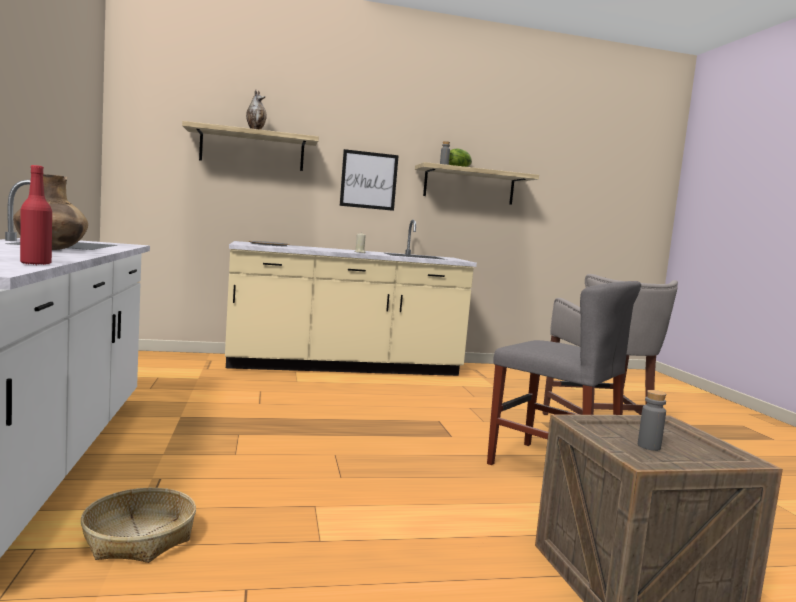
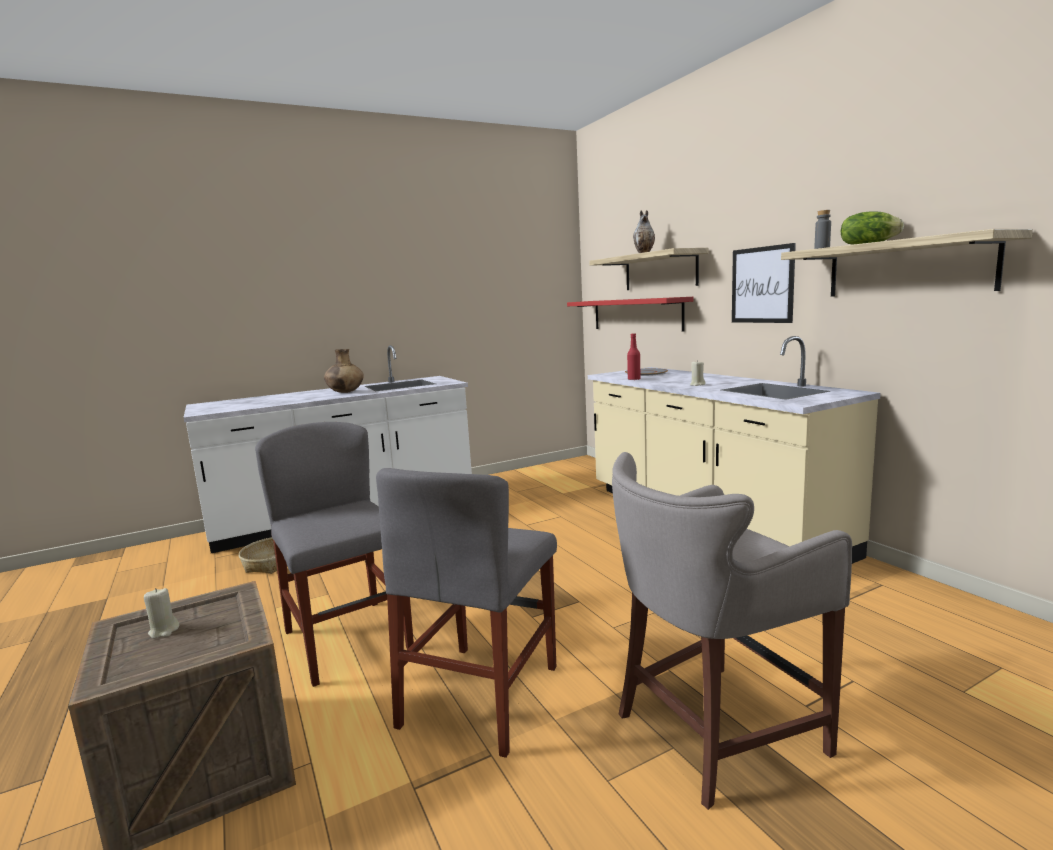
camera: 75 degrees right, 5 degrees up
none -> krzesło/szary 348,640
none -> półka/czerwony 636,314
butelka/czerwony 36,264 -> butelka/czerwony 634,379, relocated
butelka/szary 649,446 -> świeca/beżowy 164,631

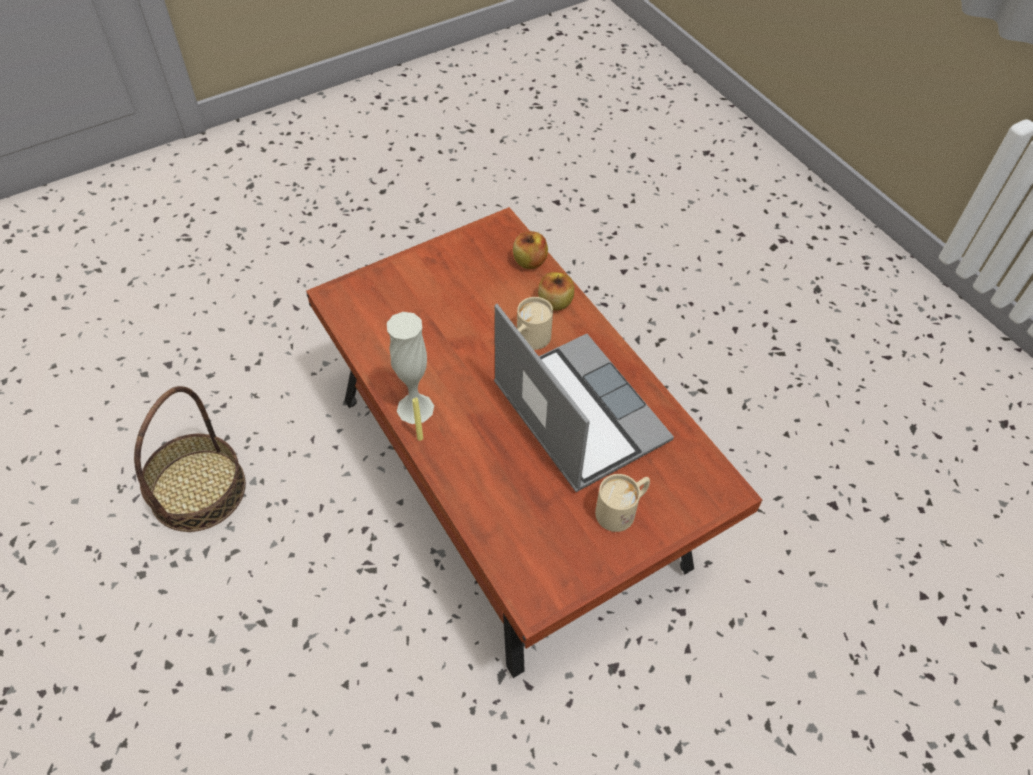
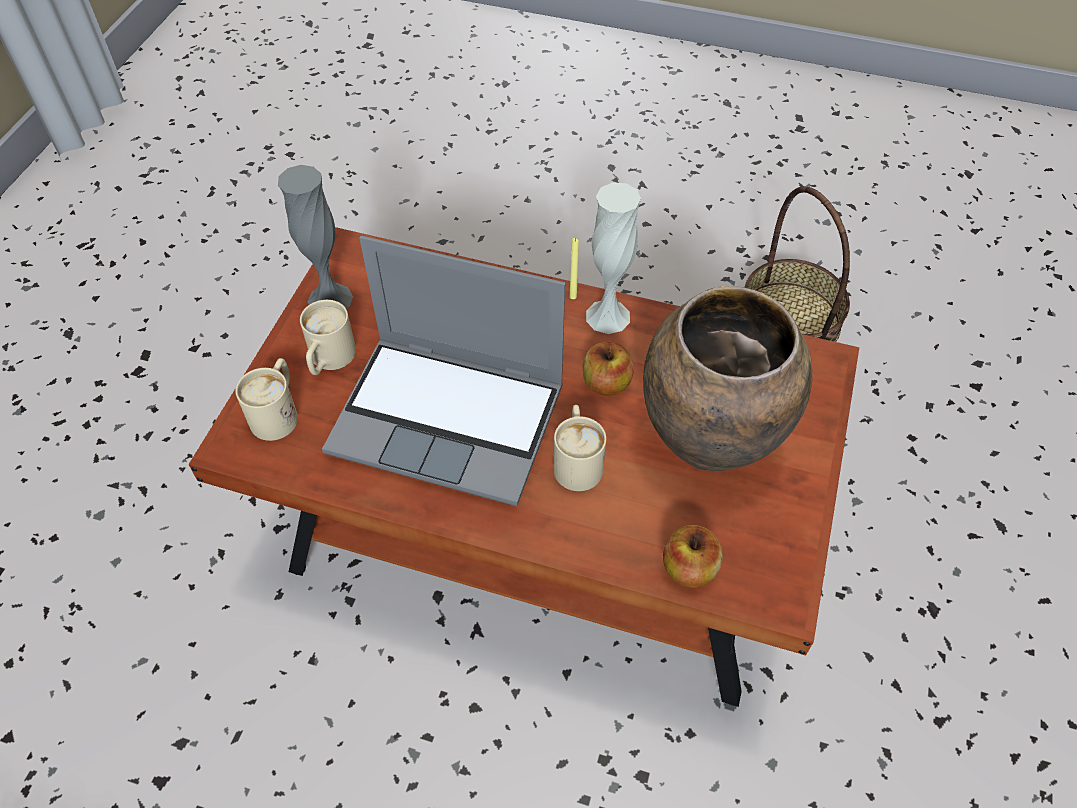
camera: 140 degrees right, 0 degrees up
none -> kubek/beżowy 278,412
none -> wazon/szary 330,299
none -> wazon/brązowy 710,440
jabłko 555,302 -> jabłko 606,383, relocated

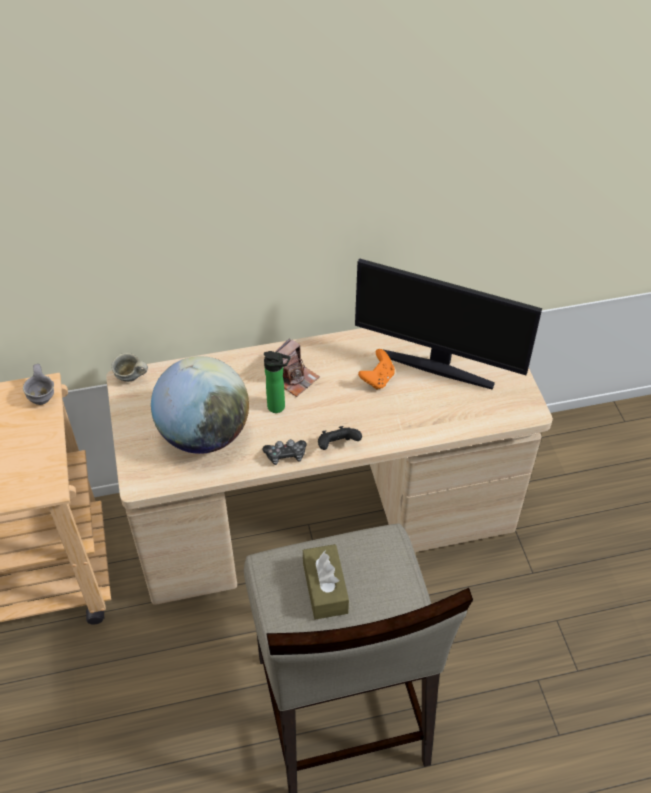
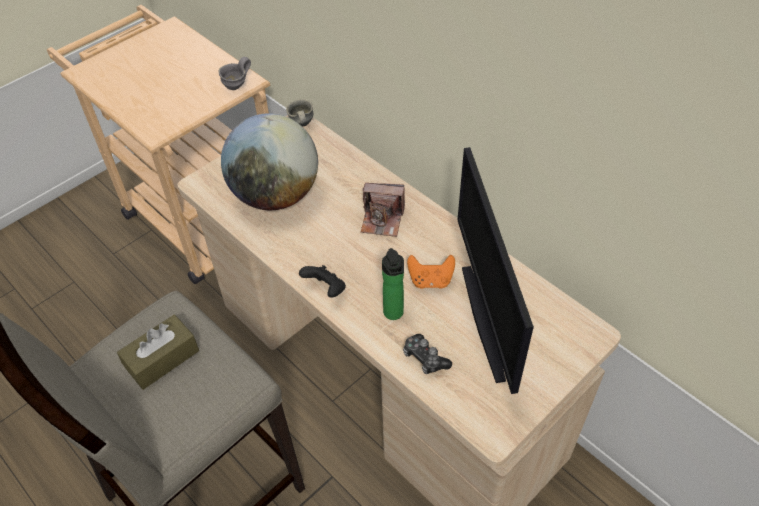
camera: 60 degrees right, 0 degrees up
pad do gier 285,455 -> pad do gier 425,358, relocated
butelka 279,407 -> butelka 394,315, relocated

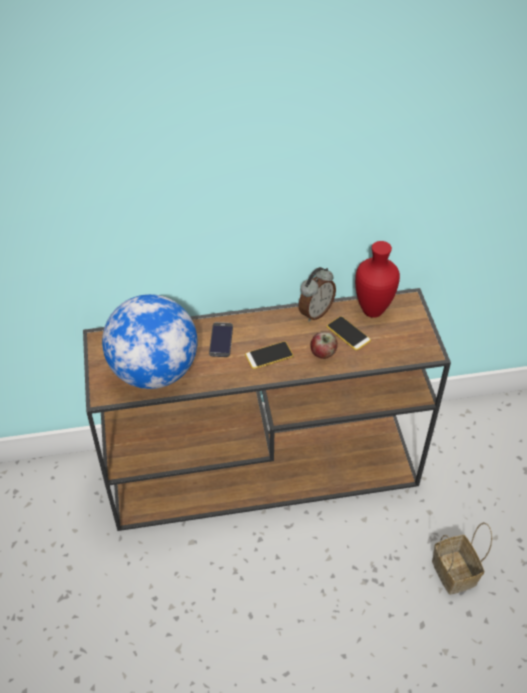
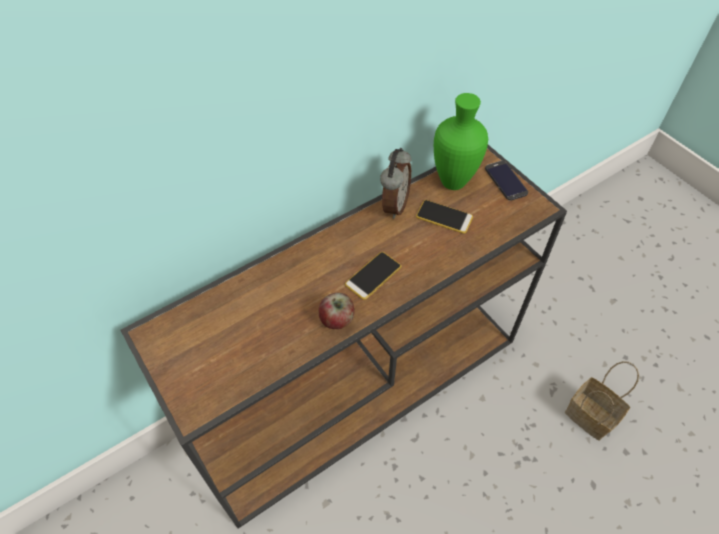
camera: 25 degrees left, 5 degrees up
globus 154,371 -> none
telefon 221,340 -> telefon 506,180, relocated
jabłko 323,353 -> jabłko 337,320, relocated
wazon/czerwony 372,310 -> wazon/zielony 452,181

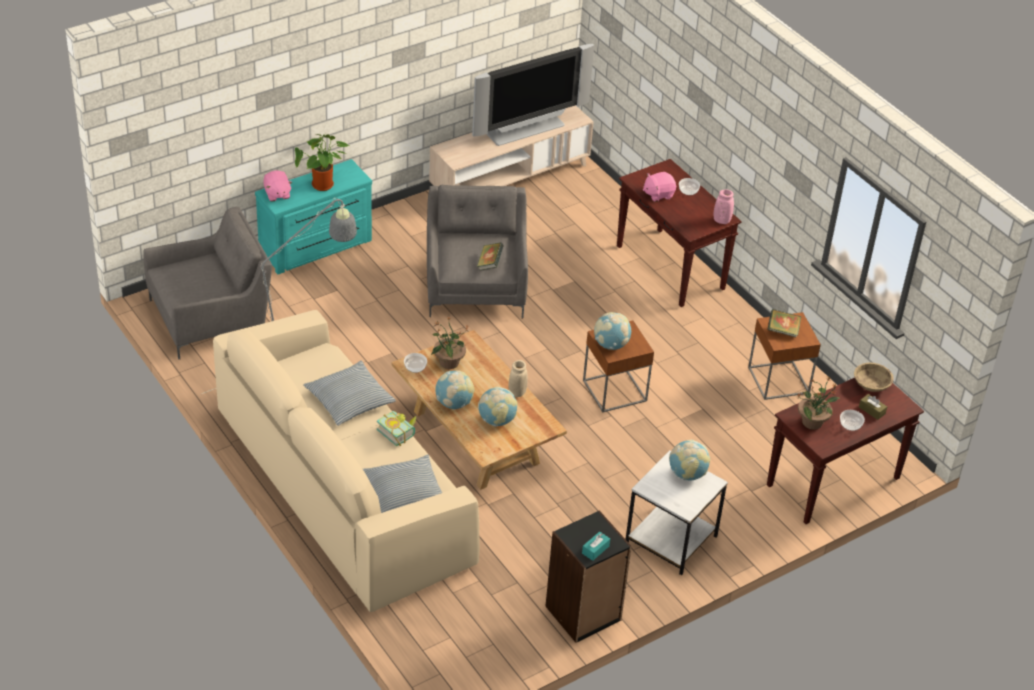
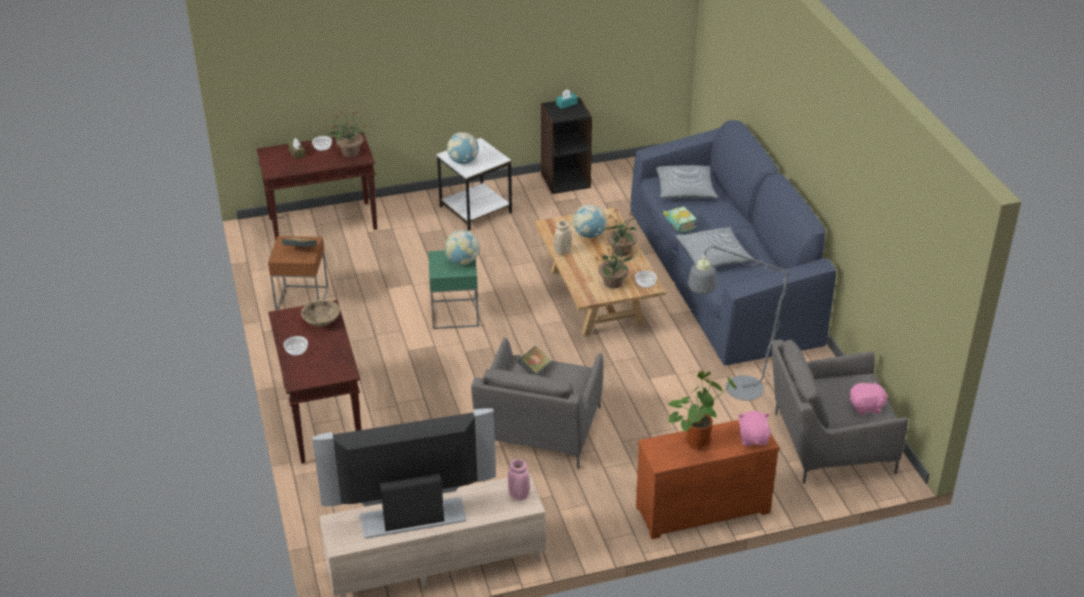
camera: 160 degrees left, 5 degrees down
pluszak/różowy 658,194 -> pluszak/różowy 866,407, relocated
wazon/różowy 722,220 -> wazon/różowy 519,495, relocated
miska/beżowy 871,385 -> miska/beżowy 321,321, relocated
globus 454,403 -> roślina doniczkowa 621,251
kanapa/beżowy 343,487 -> kanapa/niebieski 722,278
komoda/turkusowy 317,247 -> komoda/brązowy 701,507
stolik/brązowy 614,390 -> stolik/zielony 455,314

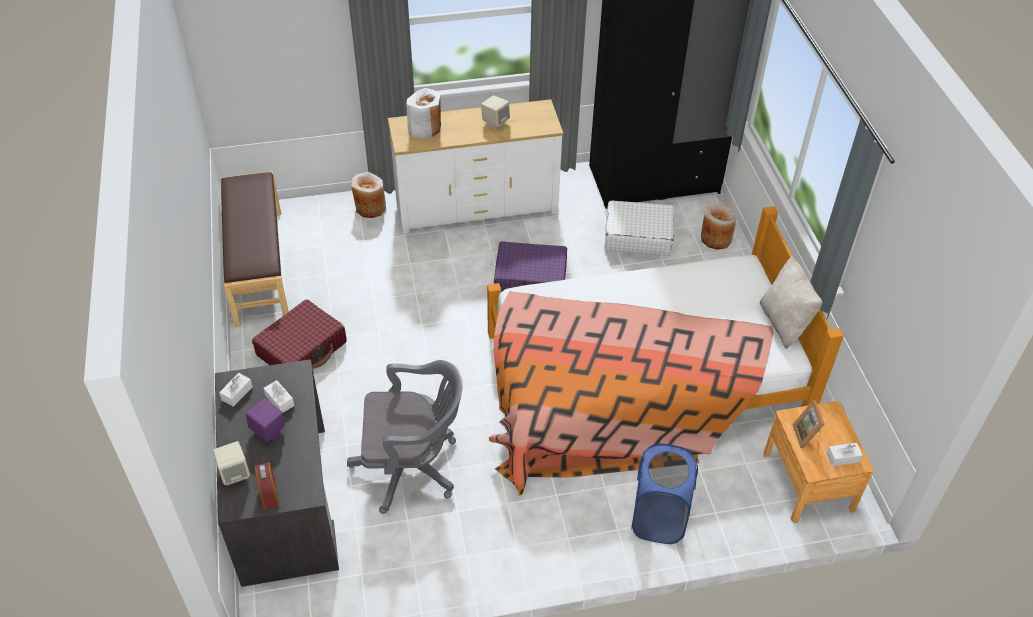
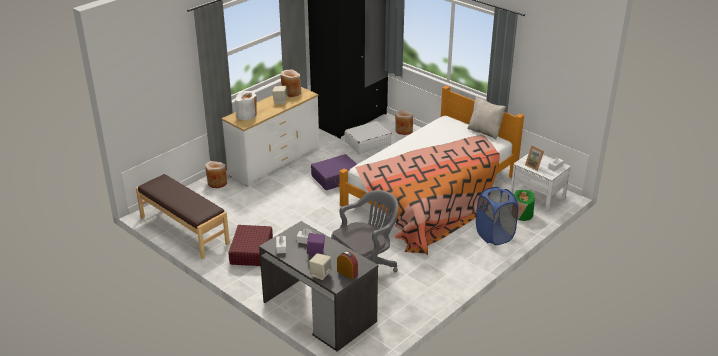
camera: 35 degrees left, 15 degrees down
none -> wazon/beżowy 291,92
none -> wazon/zielony 521,214
szafka nocna/brązowy 808,481 -> szafka nocna/biały 537,196

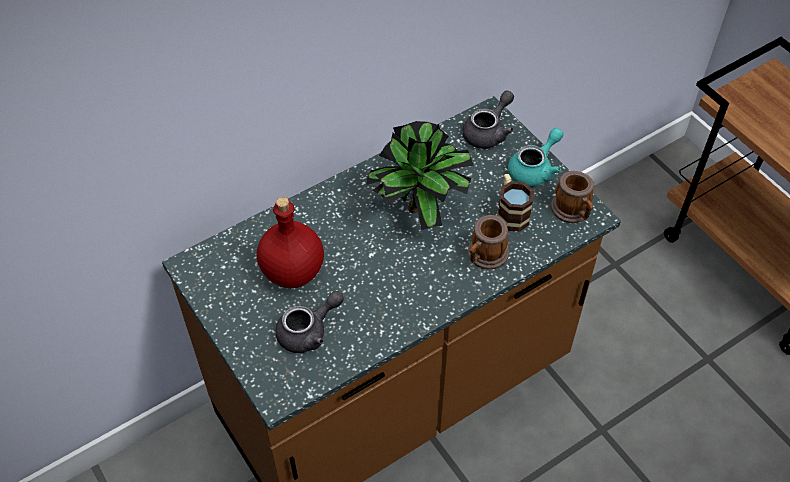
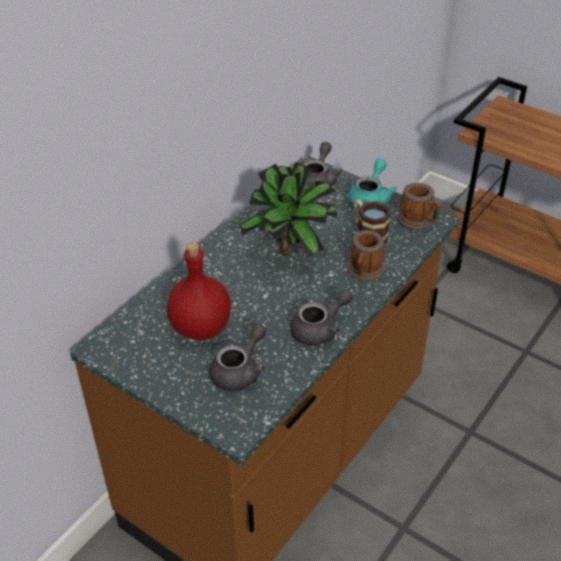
camera: 20 degrees left, 10 degrees down
none -> imbryk/szary 320,329

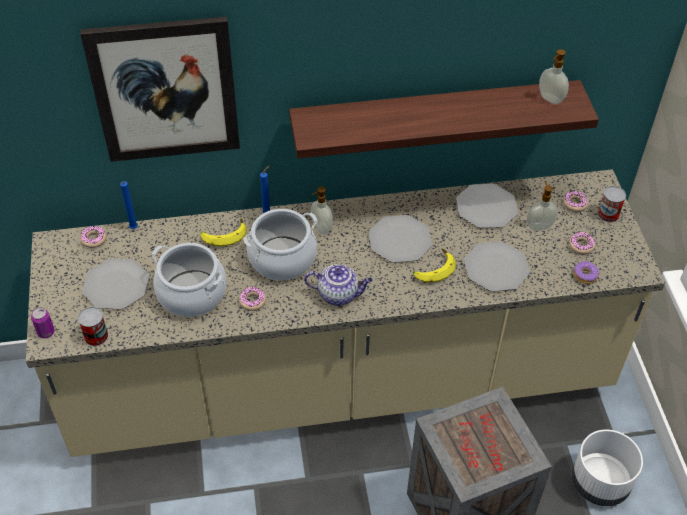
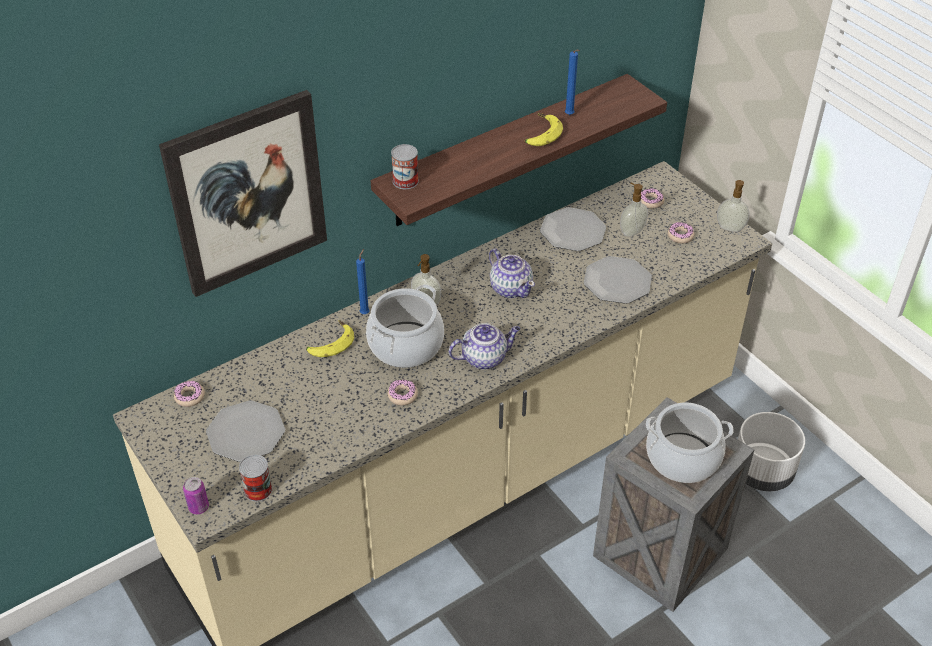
camera: 25 degrees left, 5 degrees down
donut 585,275 -> none
świeca/niebieski 133,229 -> świeca/niebieski 570,116, relocated
garnek 192,293 -> garnek 682,457, relocated
banan 433,269 -> banan 540,135, relocated
dozownik mydła 550,99 -> dozownik mydła 730,228, relocated
puszka 608,214 -> puszka 405,181, relocated
talerz 400,240 -> imbryk 511,288

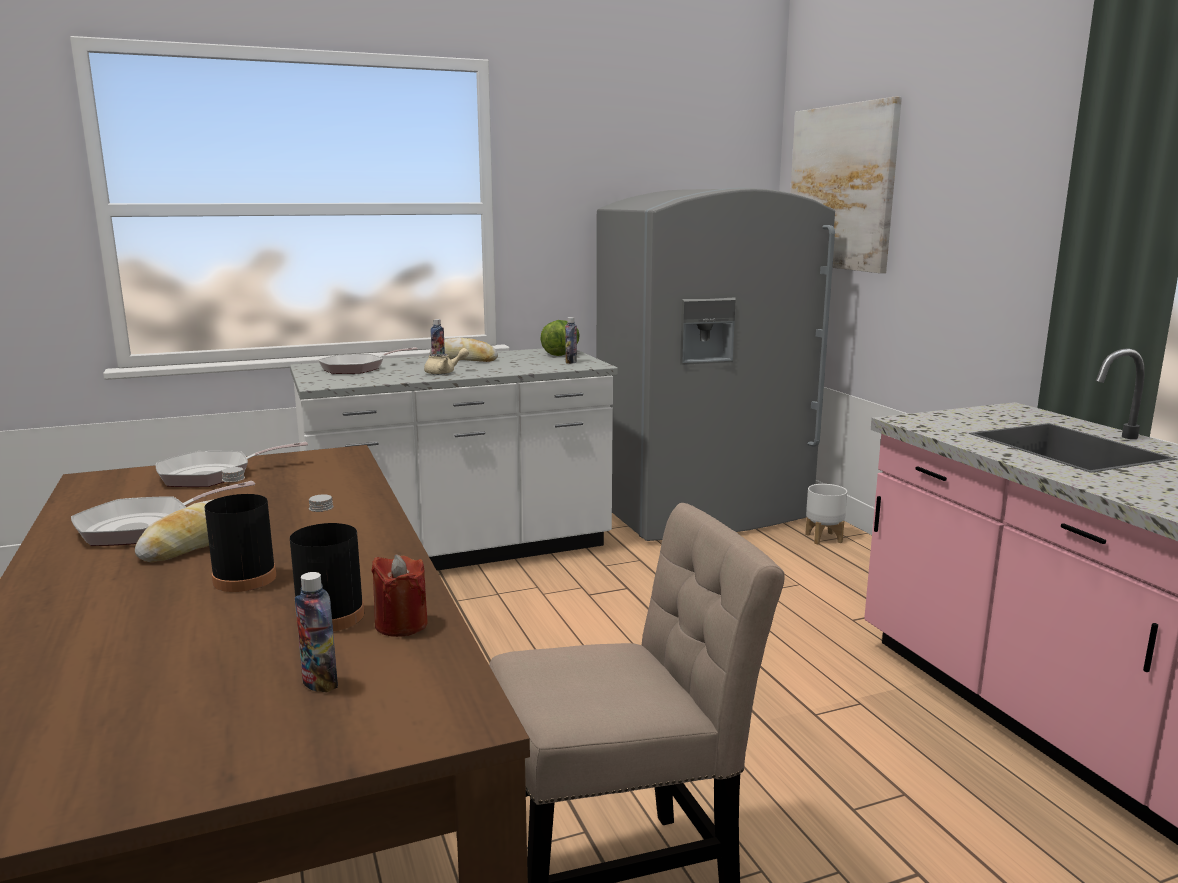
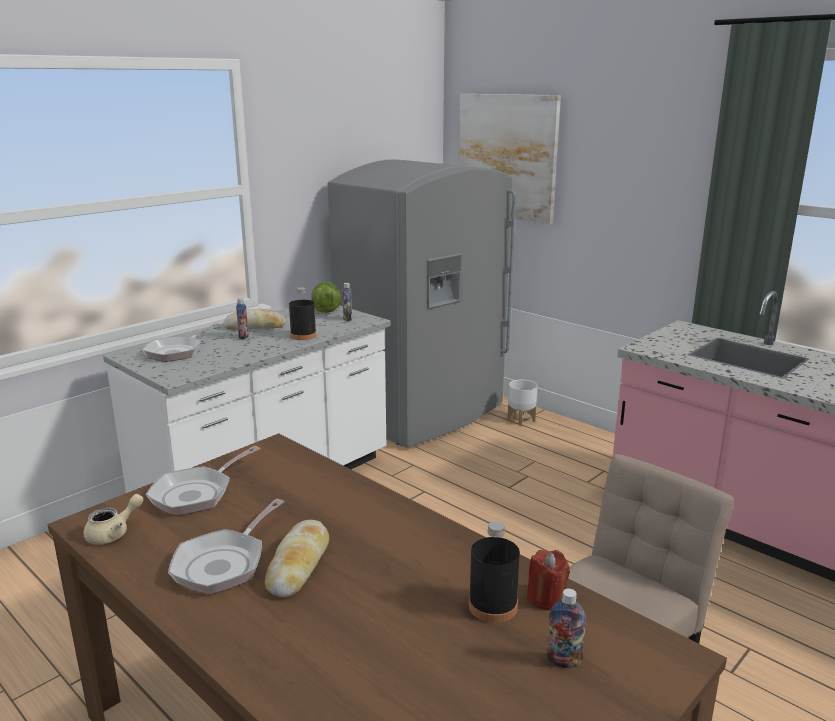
camera: 25 degrees left, 5 degrees up
butelka/czarny 244,579 -> butelka/czarny 303,336, relocated
imbryk/beżowy 444,372 -> imbryk/beżowy 114,533, relocated

